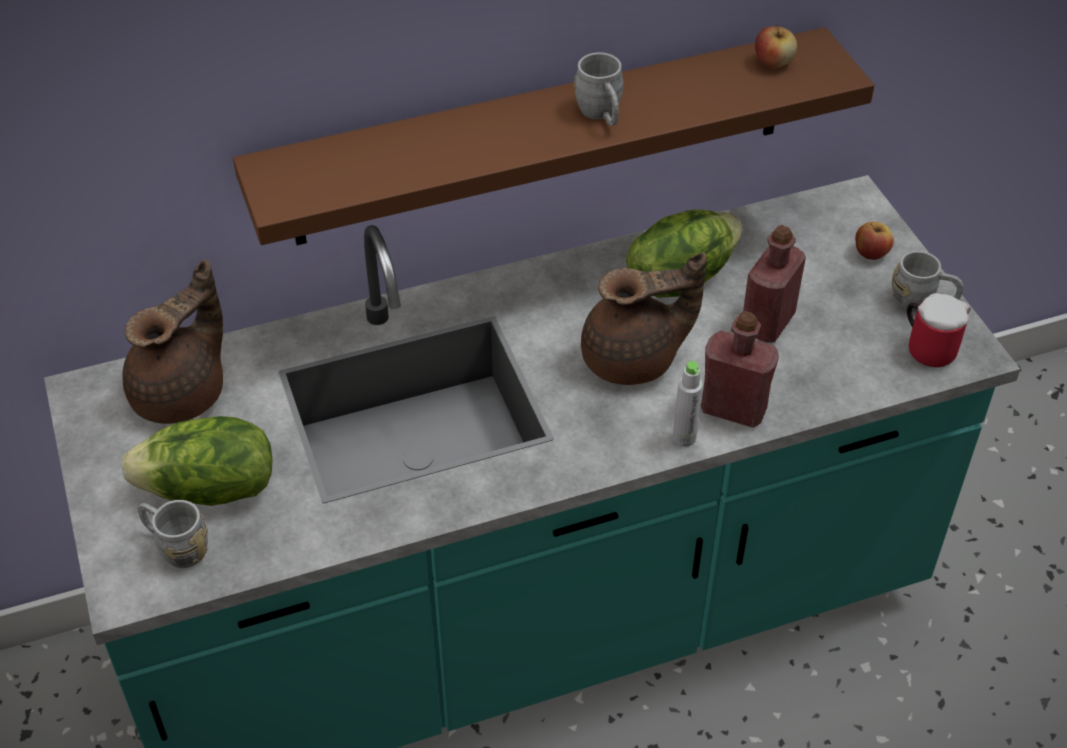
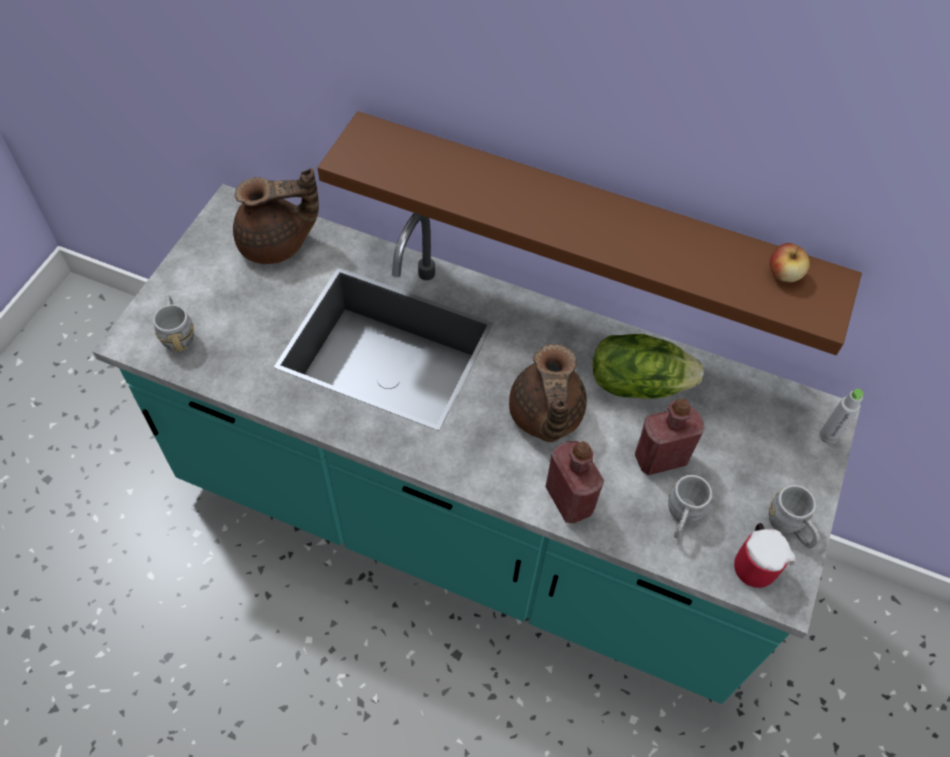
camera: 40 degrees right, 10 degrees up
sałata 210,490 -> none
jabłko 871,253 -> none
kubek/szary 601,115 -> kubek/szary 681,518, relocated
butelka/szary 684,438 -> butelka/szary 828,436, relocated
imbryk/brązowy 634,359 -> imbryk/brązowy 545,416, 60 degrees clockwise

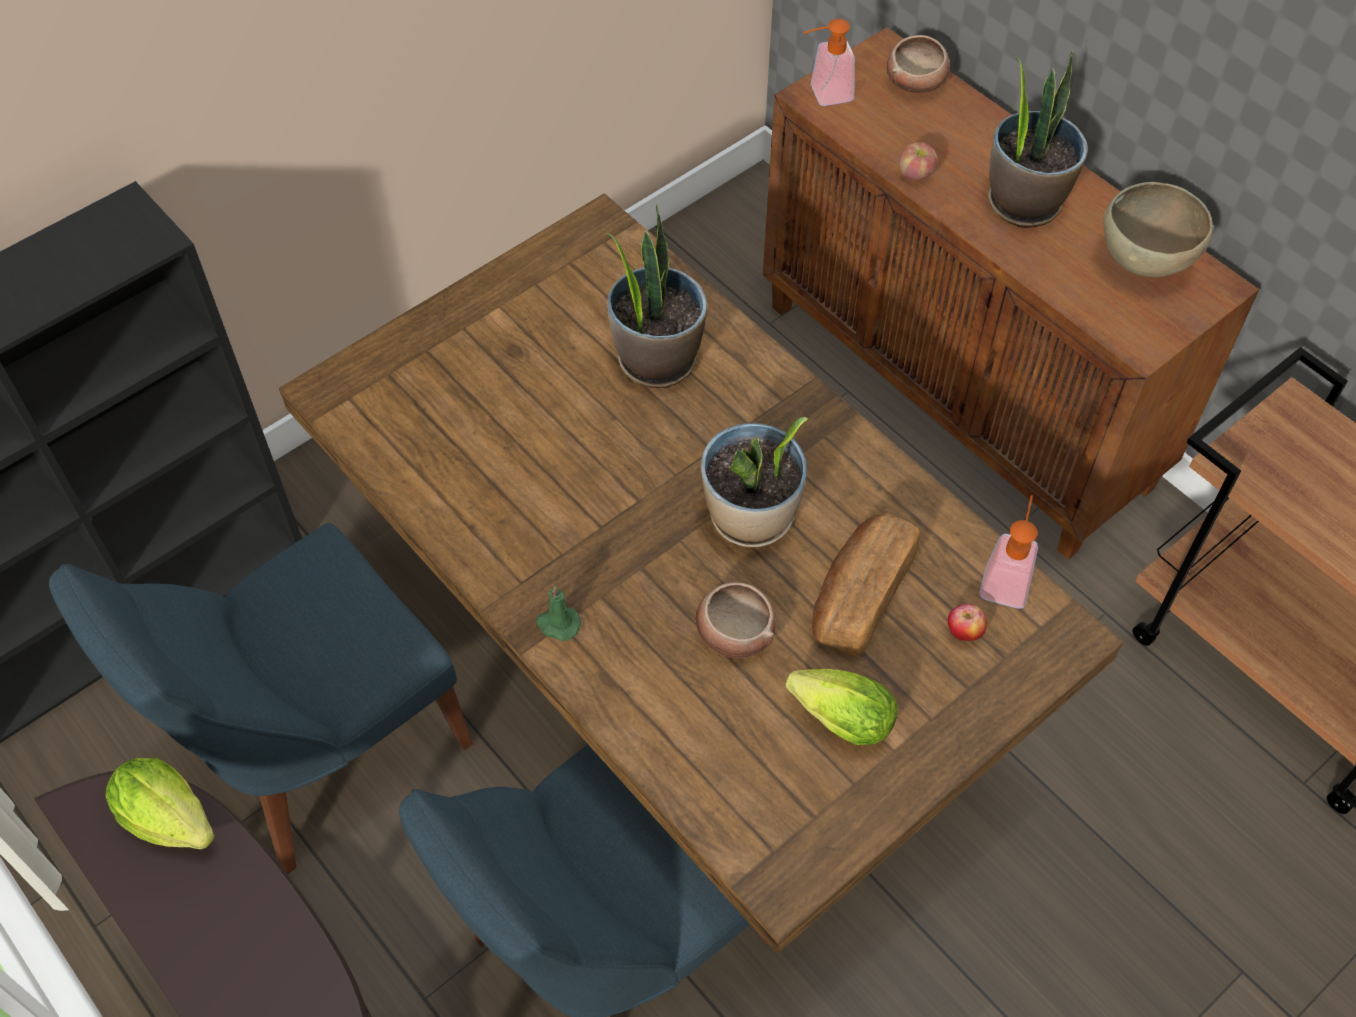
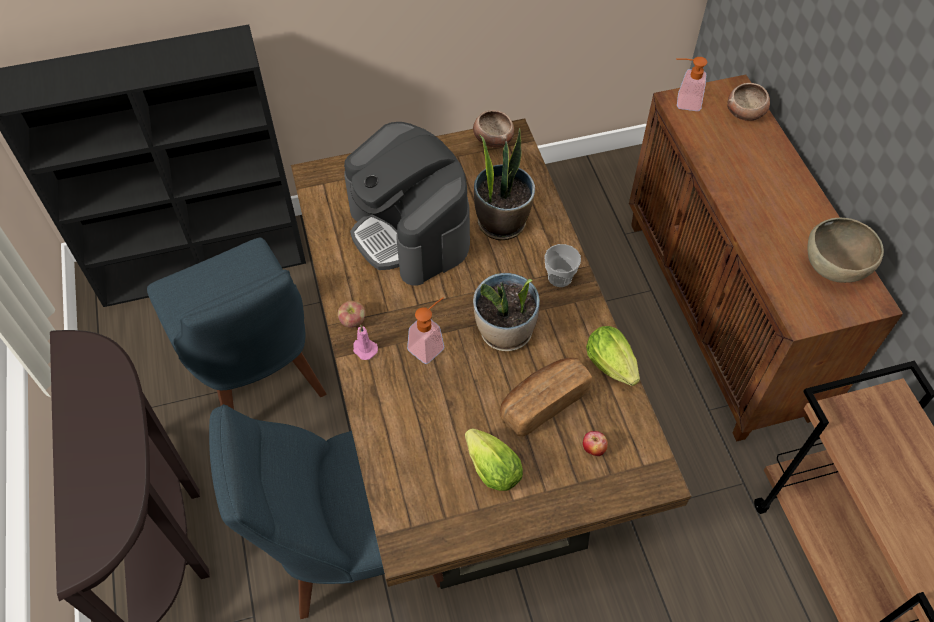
camera: 25 degrees right, 0 degrees up
roślina doniczkowa 1024,202 -> none
none -> ekspres do kawy 410,231
none -> filiżanka 560,277
sałata 174,823 -> sałata 613,368, relocated
miska 734,633 -> miska 493,139, relocated
jabłko 915,174 -> jabłko 353,321, relocated
dozownik mydła 1006,579 -> dozownik mydła 430,345, relocated
świeca/zielony 558,624 -> świeca/różowy 364,349
krzesło/niebieski 318,752 -> krzesło/niebieski 256,375, 105 degrees counterclockwise

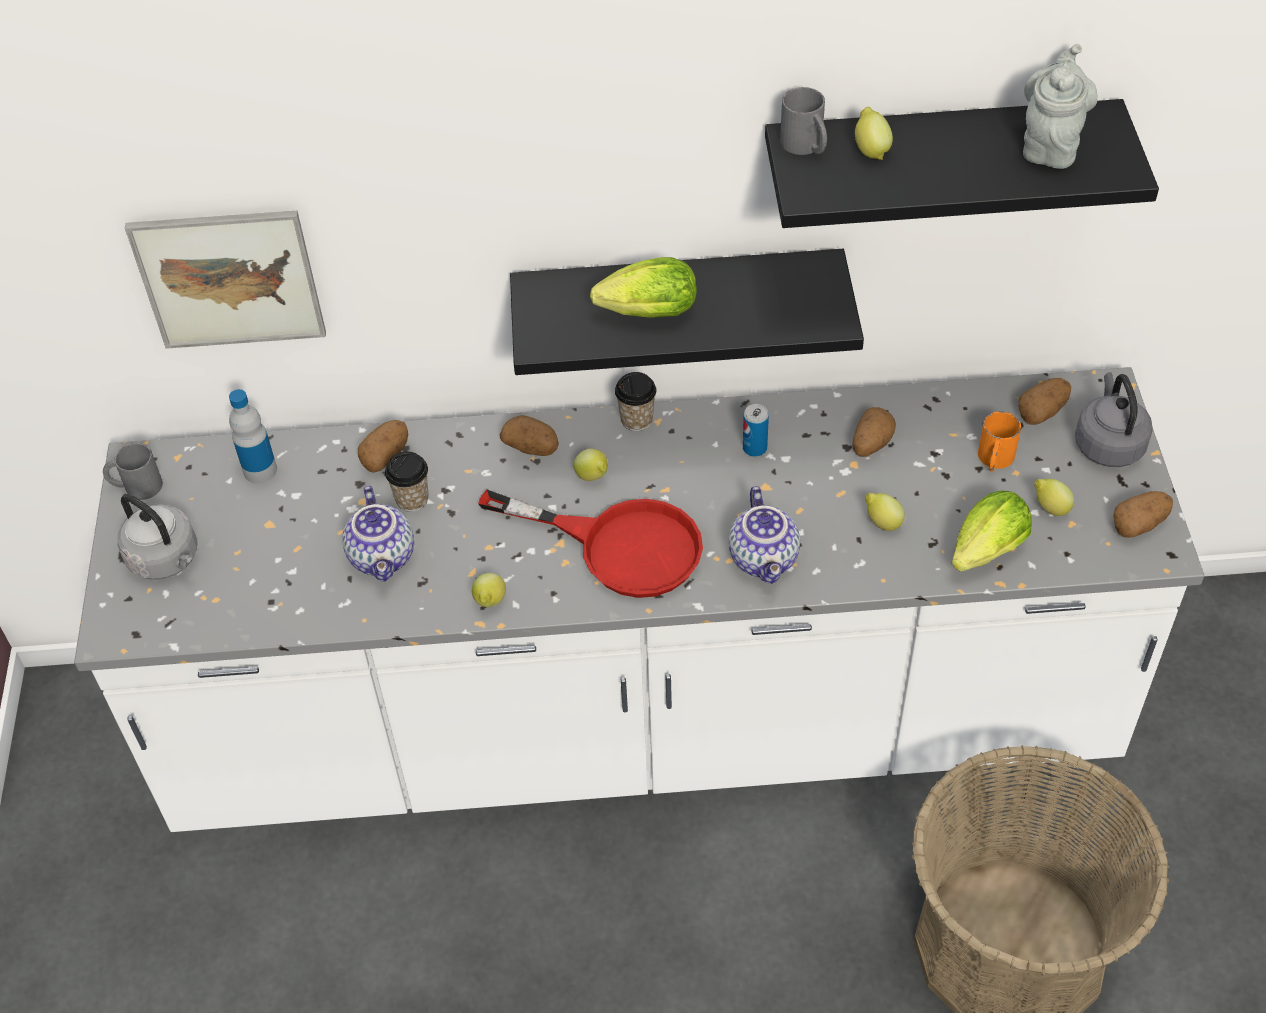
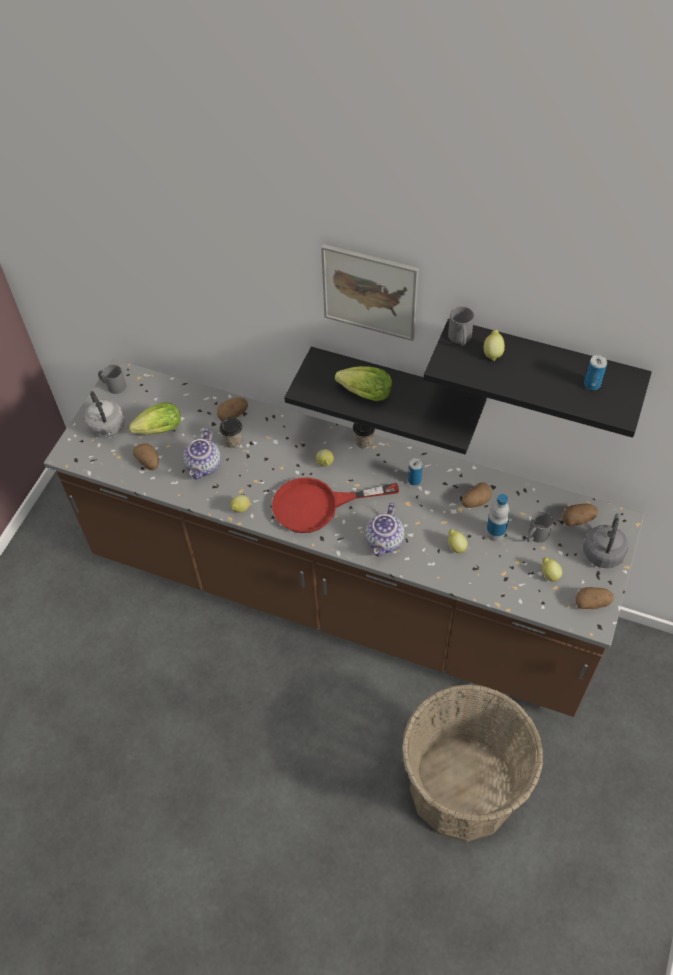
camera: 25 degrees right, 5 degrees up
obraz 229,279 -> obraz 369,292, relocated
butelka 260,470 -> butelka 495,533, relocated
ziemniak 532,447 -> ziemniak 148,462, relocated
sałata 983,554 -> sałata 157,431, relocated
imbryk/szary 1050,144 -> puszka 592,384
zabudowa kuchenna/biały 643,726 -> zabudowa kuchenna/brązowy 340,594
kubek/pomarańczowy 994,460 -> kubek/szary 535,536
patelnia/czerwony 620,546 -> patelnia/czerwony 318,505, 120 degrees clockwise

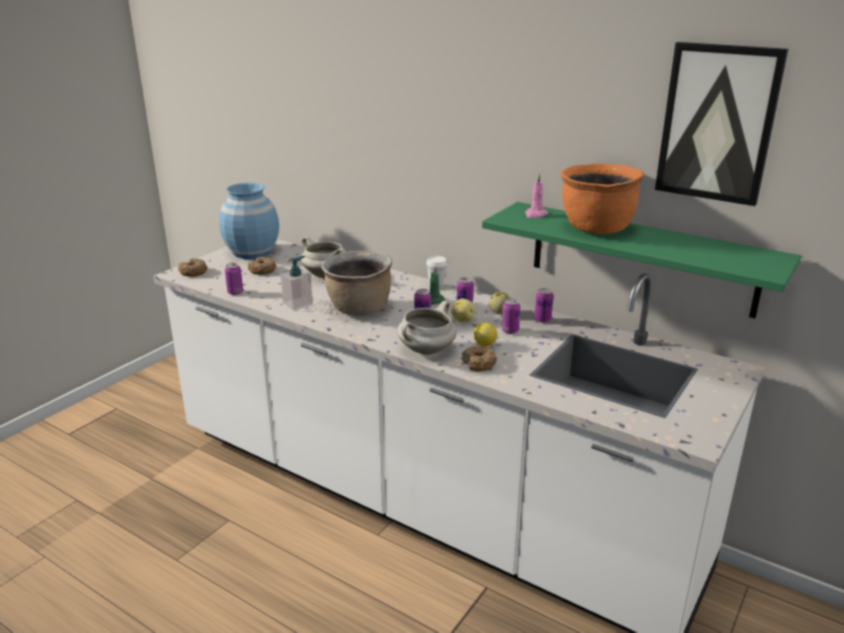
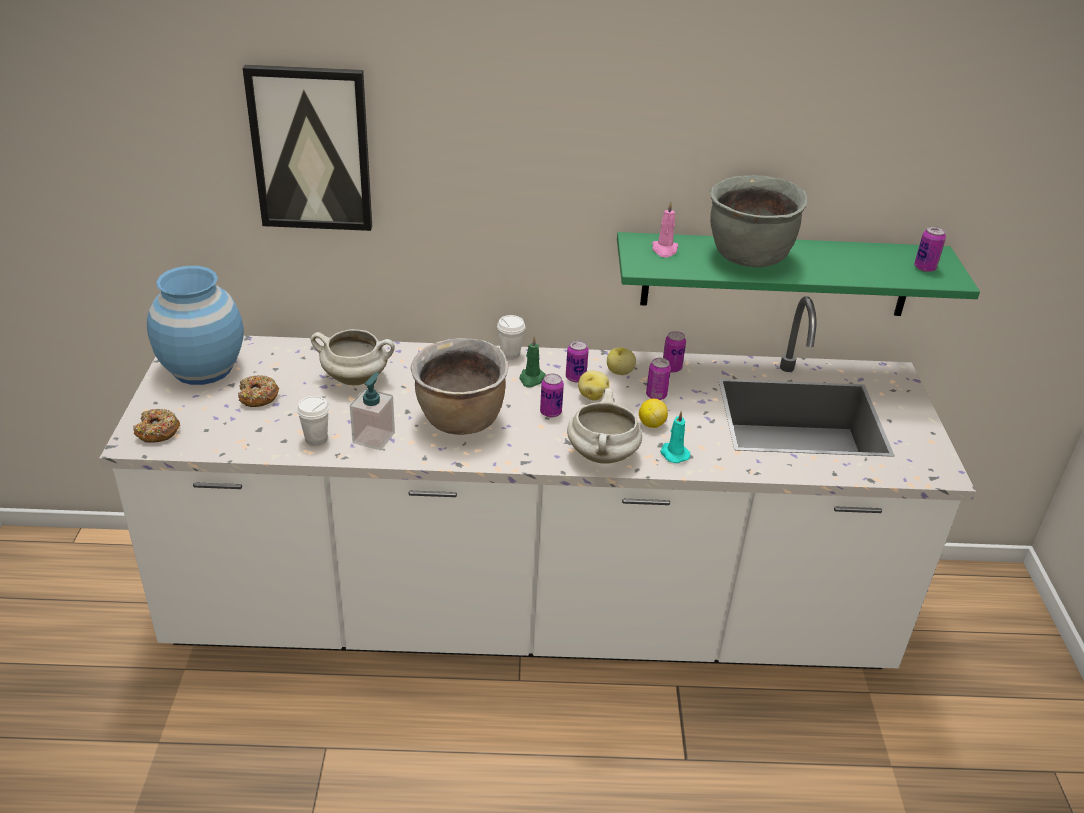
camera: 35 degrees left, 10 degrees up
none -> filiżanka/biały 316,439
puszka 235,292 -> puszka 924,268, relocated
obraz 718,123 -> obraz 311,149, relocated
donut 479,364 -> świeca/turkusowy 673,453
garnek/pomarańczowy 596,229 -> garnek/szary 748,257

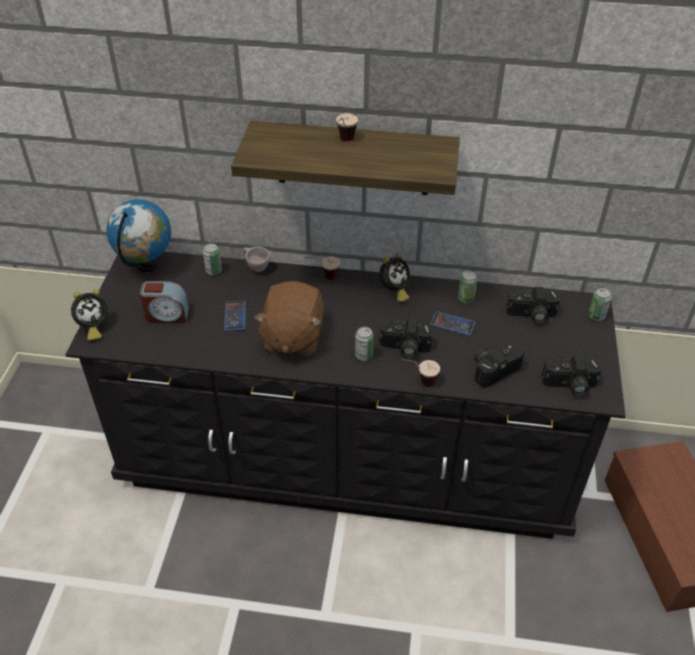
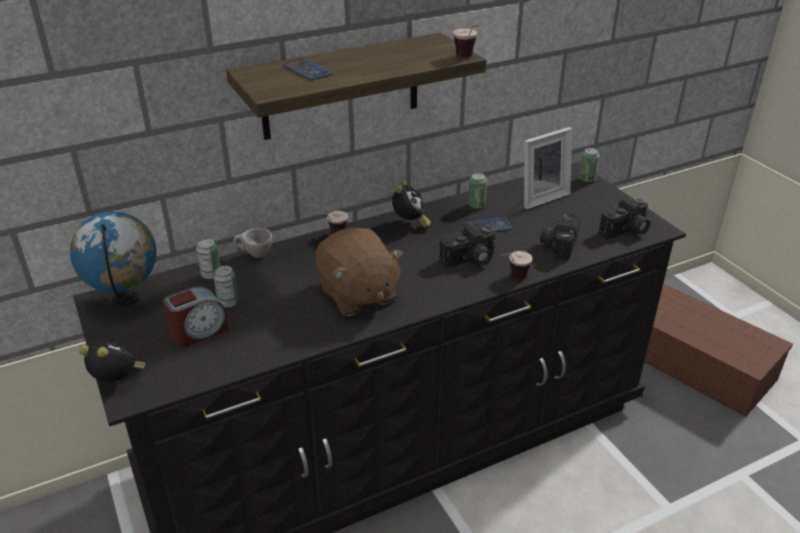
camera: 35 degrees left, 10 degrees down
telefon 235,316 -> telefon 307,70, relocated
filiżanka 344,142 -> filiżanka 467,59, relocated
puszka 363,355 -> puszka 228,302, relocated
aparat fotograficzny 531,315 -> ramka na zdjęcie 540,196
budzik 93,327 -> budzik 119,381, 90 degrees counterclockwise

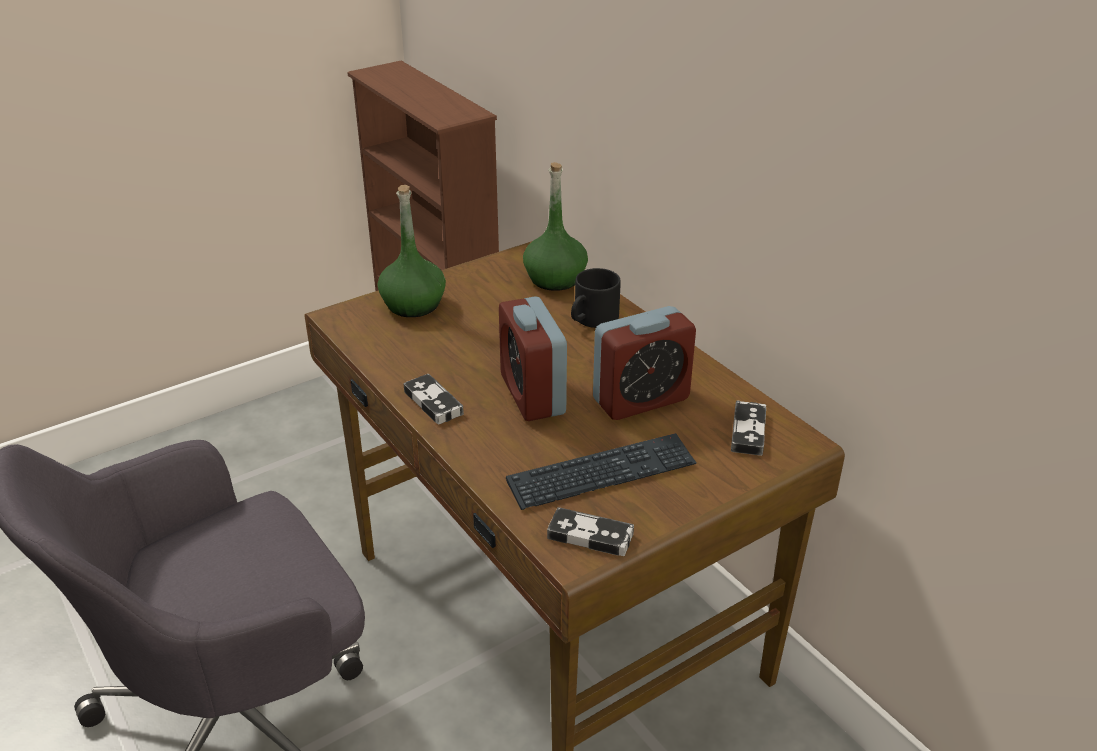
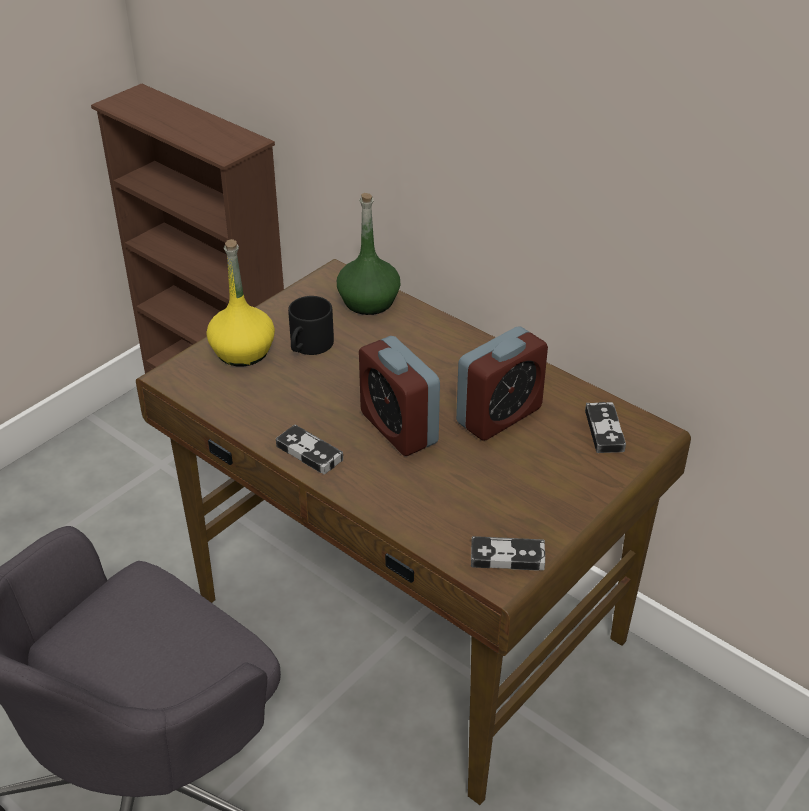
camera: 15 degrees left, 5 degrees up
klawiatura 602,474 -> none
kubek/czarny 592,320 -> kubek/czarny 309,346, relocated
butelka/zielony 413,305 -> butelka/żółty 243,352

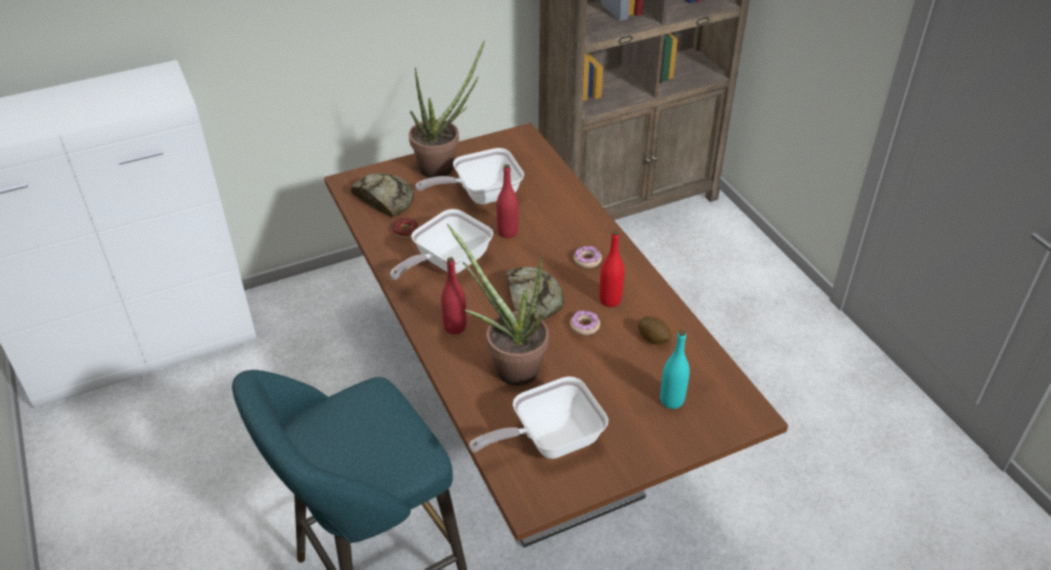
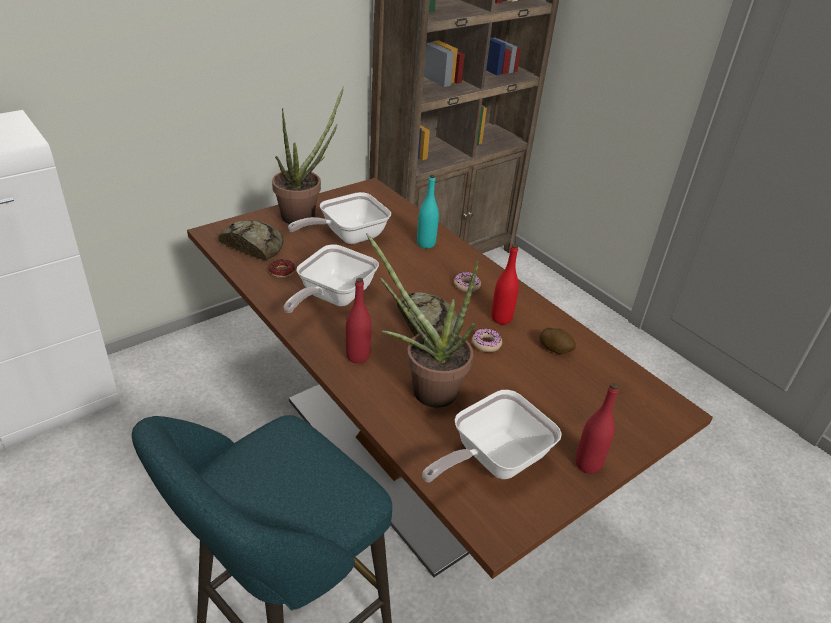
camera: 15 degrees left, 5 degrees down
butelka/czerwony 507,232 -> butelka/czerwony 588,464, relocated
butelka/turkusowy 671,400 -> butelka/turkusowy 426,244, relocated

